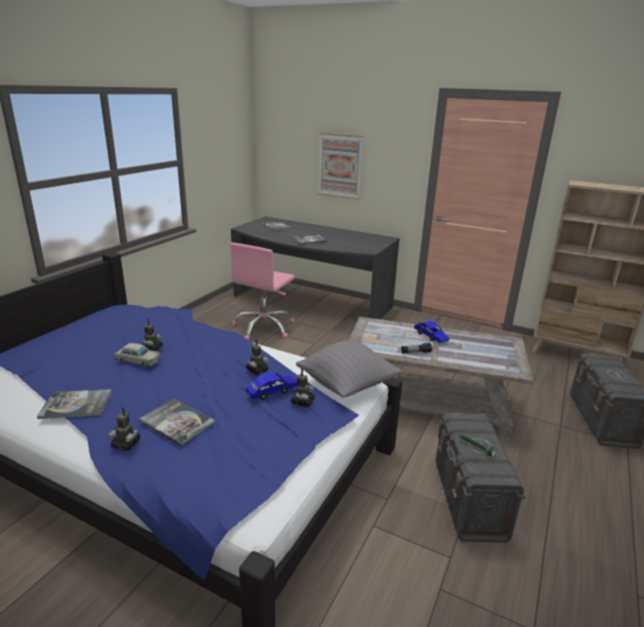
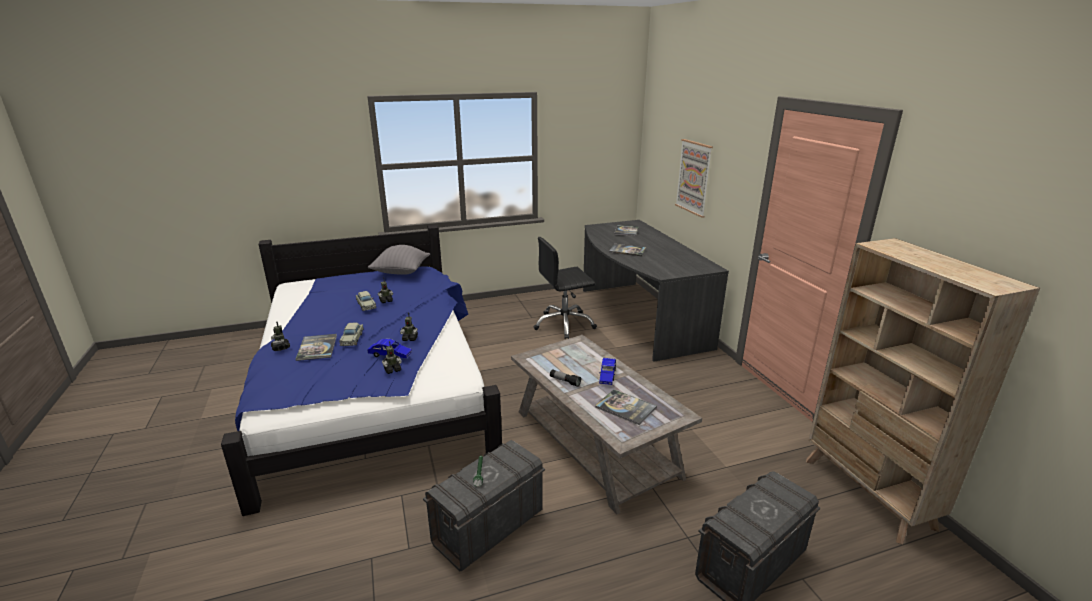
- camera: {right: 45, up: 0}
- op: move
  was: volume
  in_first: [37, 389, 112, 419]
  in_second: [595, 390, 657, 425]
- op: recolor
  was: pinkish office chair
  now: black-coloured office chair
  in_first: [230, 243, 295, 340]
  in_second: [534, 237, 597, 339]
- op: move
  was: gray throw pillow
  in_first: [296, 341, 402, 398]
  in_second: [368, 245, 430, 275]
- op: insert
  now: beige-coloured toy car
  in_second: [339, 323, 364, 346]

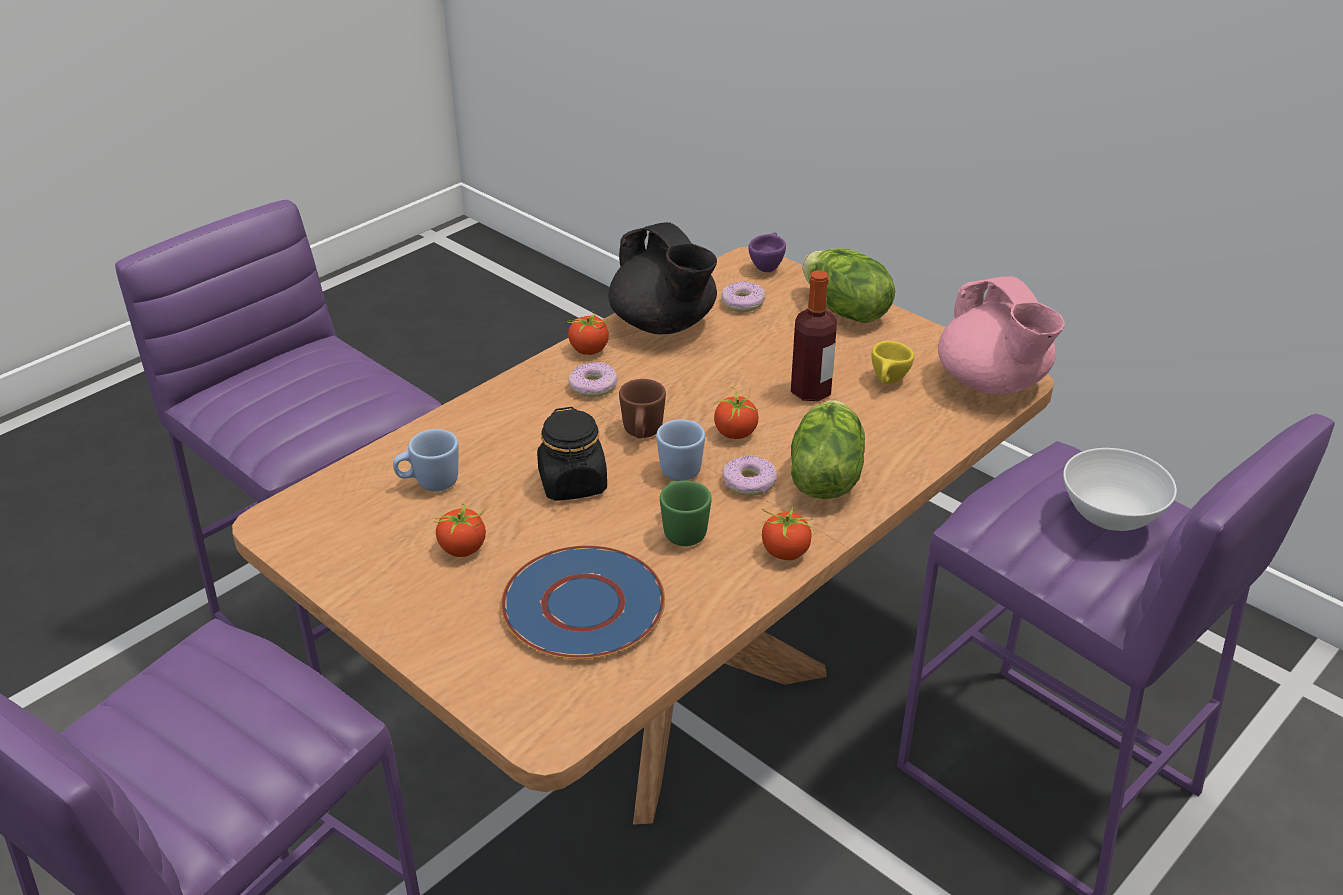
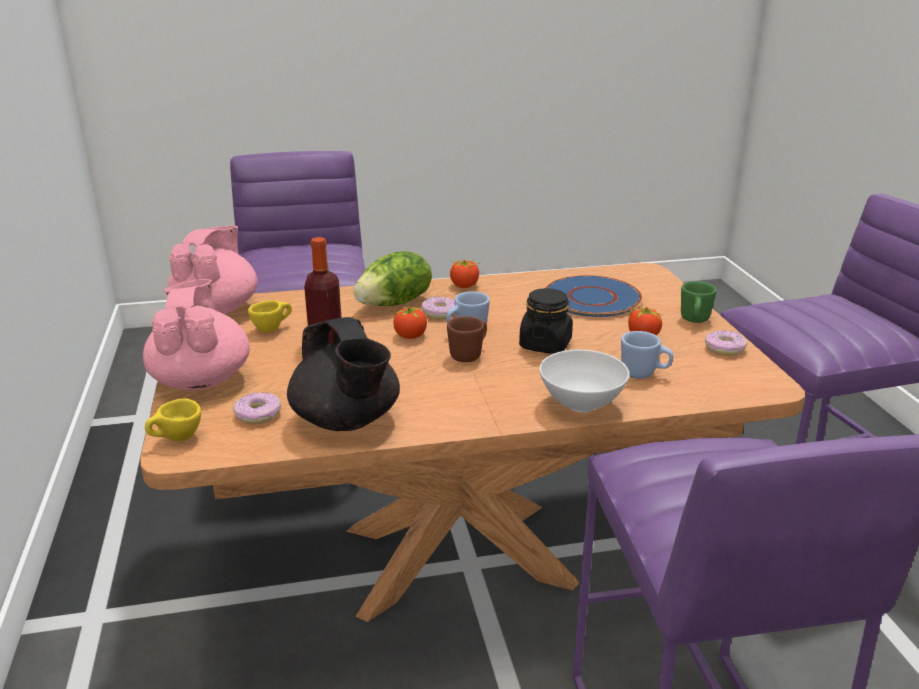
- camera: {right: -145, up: -10}
- op: delete
  was: whole tomato
  in_first: [568, 312, 610, 355]
- op: move
  was: donut
  in_first: [569, 362, 618, 397]
  in_second: [705, 330, 747, 356]
- op: rotate
  was: black-coloured pot for tea
  in_first: [608, 222, 717, 334]
  in_second: [287, 317, 400, 431]
  clockwise: 150
- op: move
  was: green-coloured mug
  in_first: [660, 481, 712, 546]
  in_second: [681, 281, 717, 323]
- op: recolor
  was: purplish small cup
  now: yellowish small cup
  in_first: [748, 232, 786, 272]
  in_second: [145, 398, 201, 441]
- op: replace
  was: lettuce
  now: pinkish pot for tea
  in_first: [802, 248, 895, 323]
  in_second: [143, 279, 250, 390]
- op: move
  was: white serving bowl
  in_first: [1063, 448, 1177, 531]
  in_second: [539, 350, 629, 413]

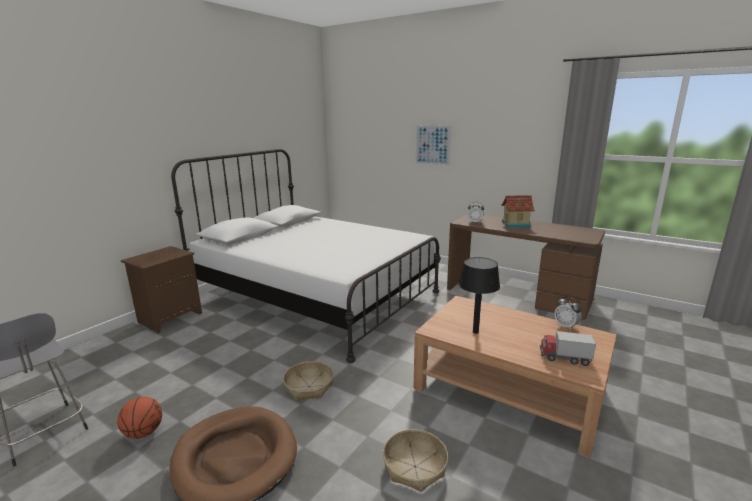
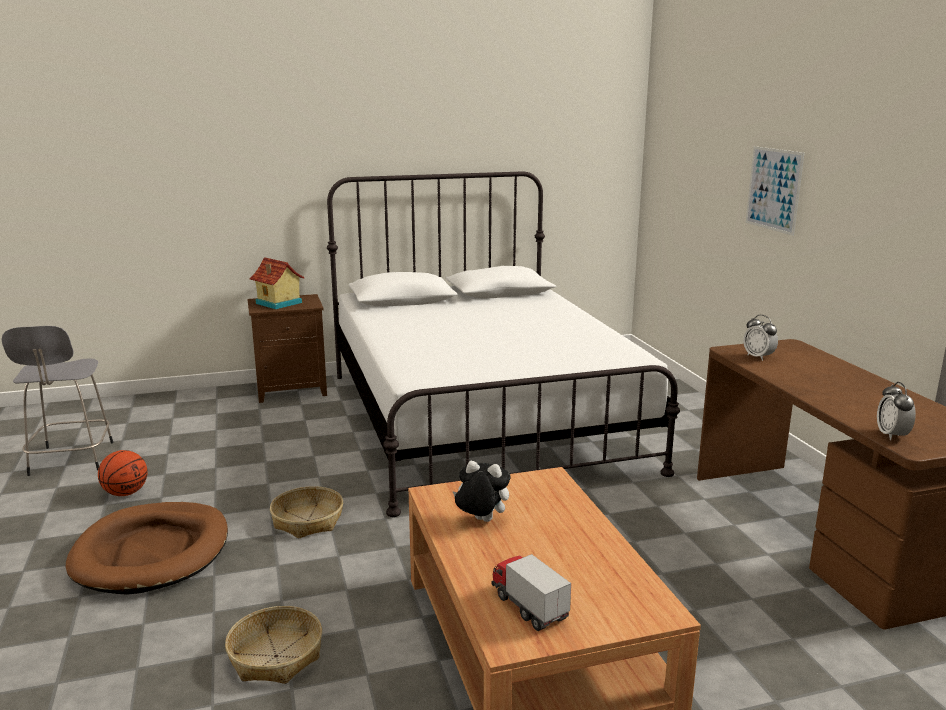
- camera: {right: 40, up: 0}
- op: replace
  was: black-coloured tabletop lamp
  now: plush toy
  in_first: [459, 257, 500, 334]
  in_second: [452, 461, 511, 522]
- op: move
  was: miniature house
  in_first: [501, 195, 535, 228]
  in_second: [249, 257, 305, 309]
- op: move
  was: bedside clock
  in_first: [554, 296, 582, 330]
  in_second: [877, 382, 916, 440]

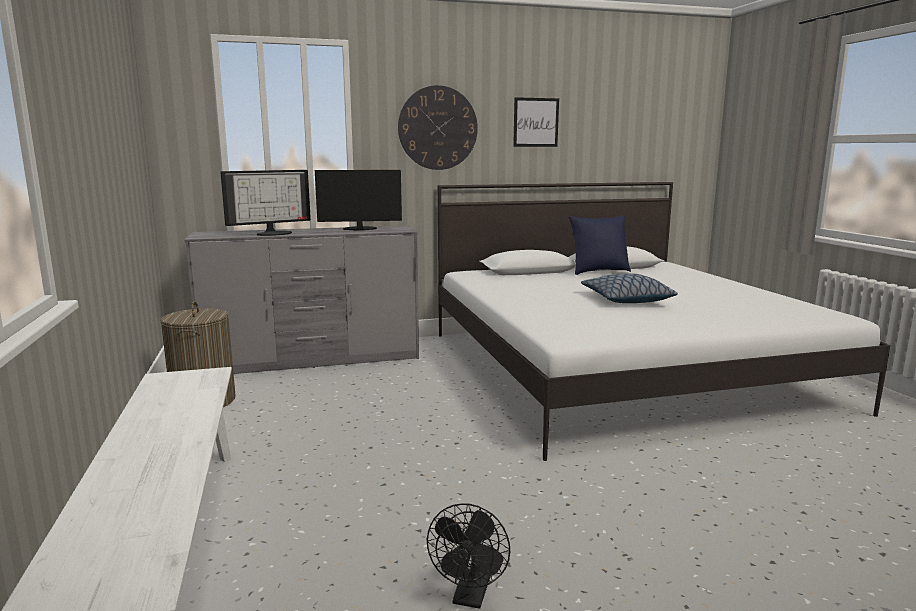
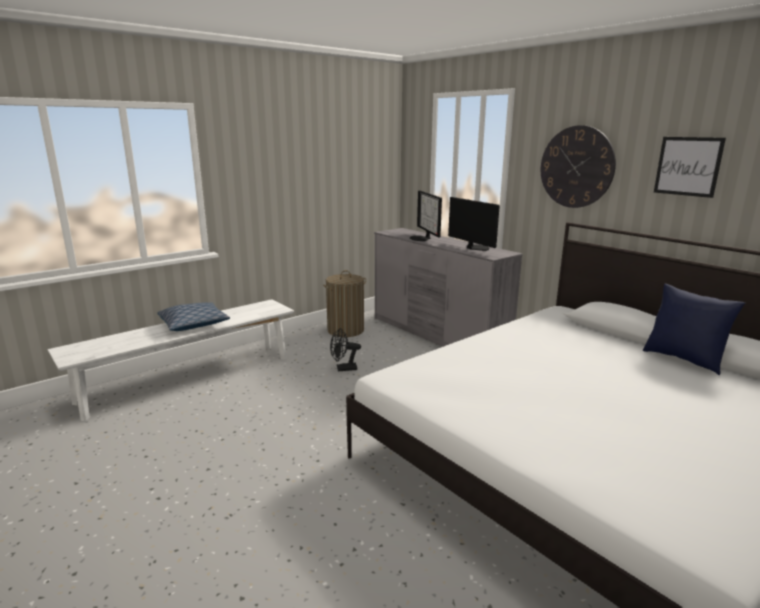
- camera: {right: 65, up: 5}
- op: rotate
  was: computer screen
  in_first: [220, 170, 311, 236]
  in_second: [410, 190, 442, 241]
  clockwise: 45
- op: move
  was: black-coloured fan
  in_first: [427, 504, 510, 609]
  in_second: [330, 328, 361, 371]
- op: move
  was: throw pillow
  in_first: [581, 273, 678, 303]
  in_second: [157, 302, 230, 331]

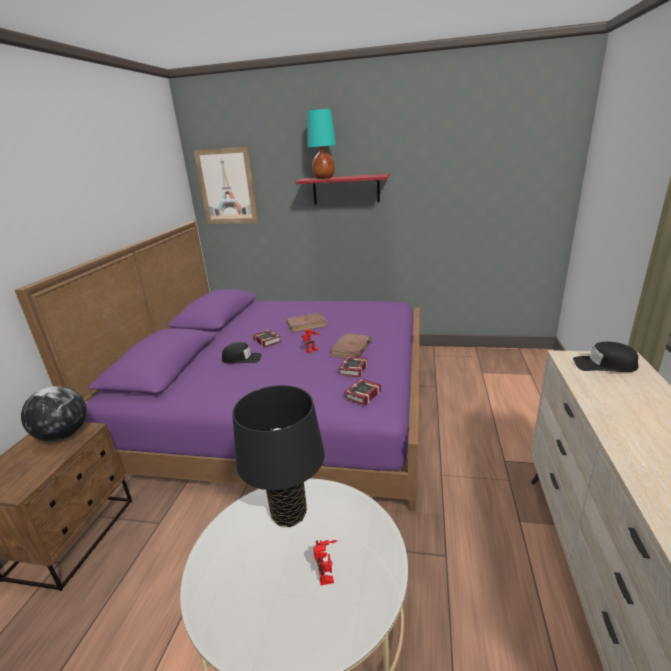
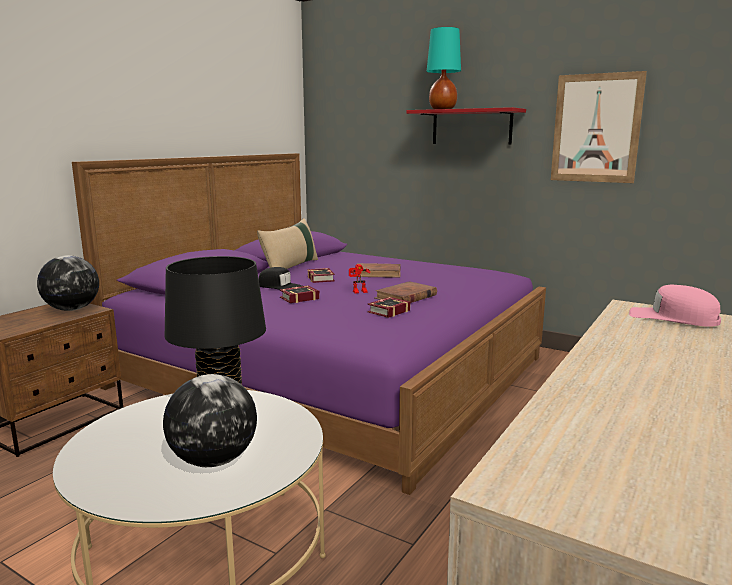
- camera: {right: 20, up: -10}
- op: move
  was: wall picture
  in_first: [194, 147, 258, 224]
  in_second: [551, 71, 647, 183]
- op: replace
  was: robot figure
  now: globe
  in_first: [313, 540, 337, 585]
  in_second: [163, 374, 257, 467]
- op: move
  was: volume
  in_first: [344, 378, 381, 406]
  in_second: [280, 285, 320, 303]
- op: recolor
  was: black-coloured baseball cap
  now: pinkish baseball cap
  in_first: [573, 342, 639, 372]
  in_second: [629, 285, 721, 327]
- op: insert
  now: beige-coloured throw pillow
  in_second: [257, 218, 318, 269]

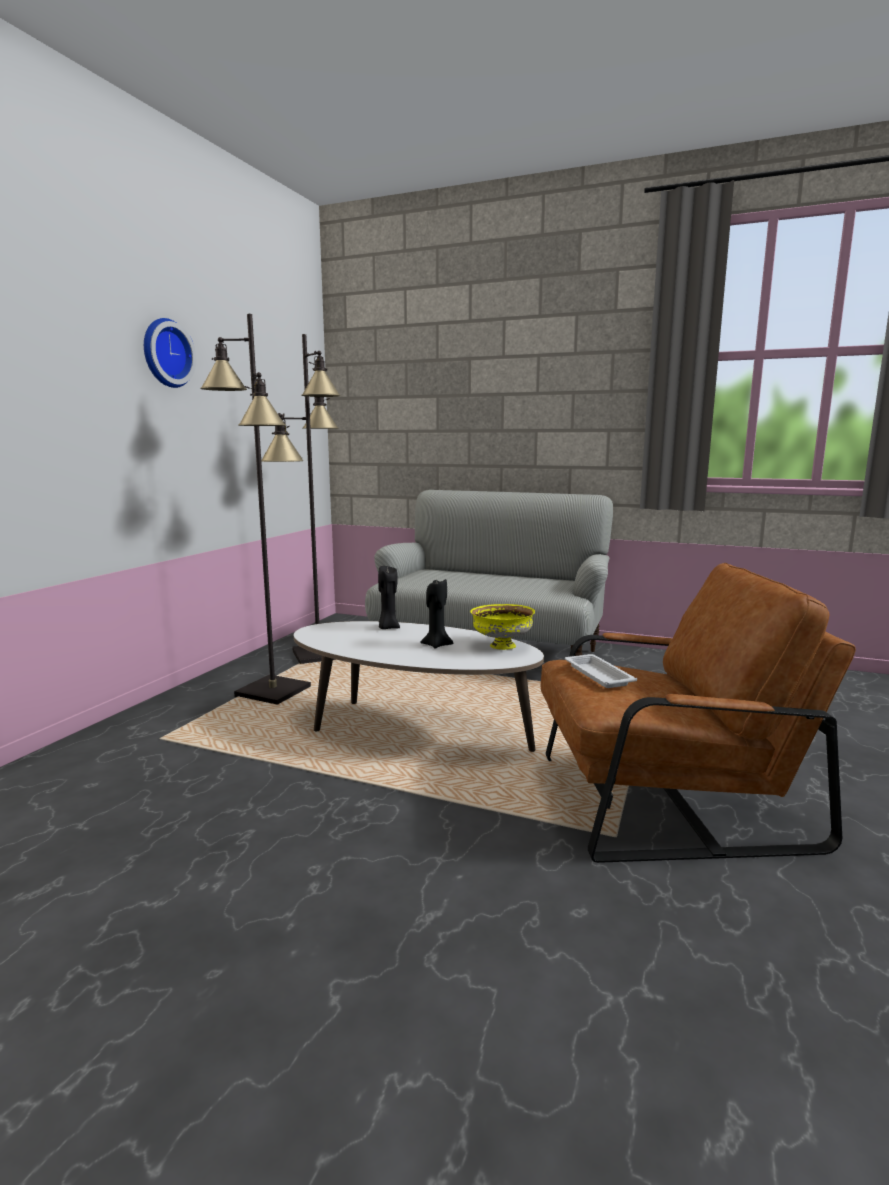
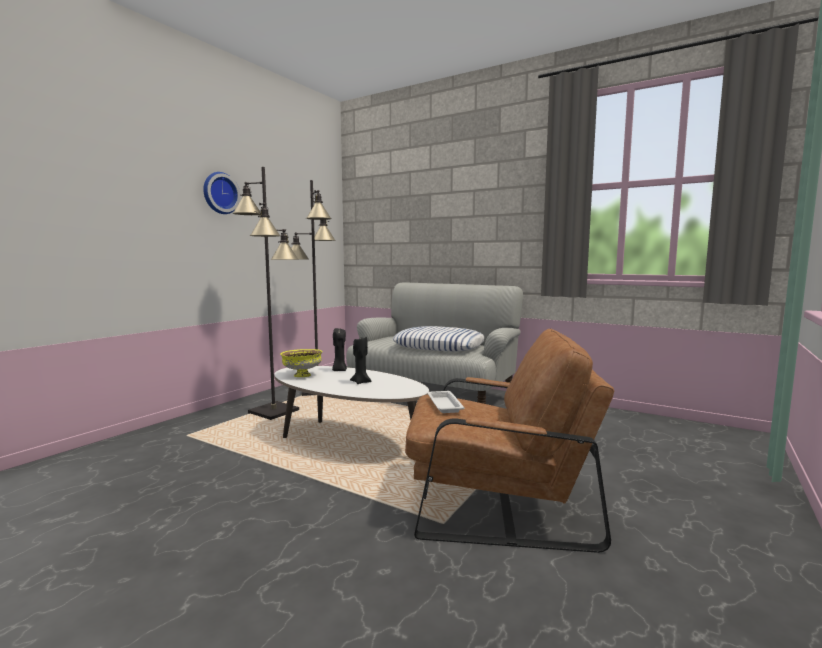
- camera: {right: 10, up: -5}
- op: move
  was: yellowish serving bowl
  in_first: [470, 604, 535, 650]
  in_second: [280, 349, 323, 377]
- op: insert
  now: throw pillow
  in_second: [393, 326, 484, 352]

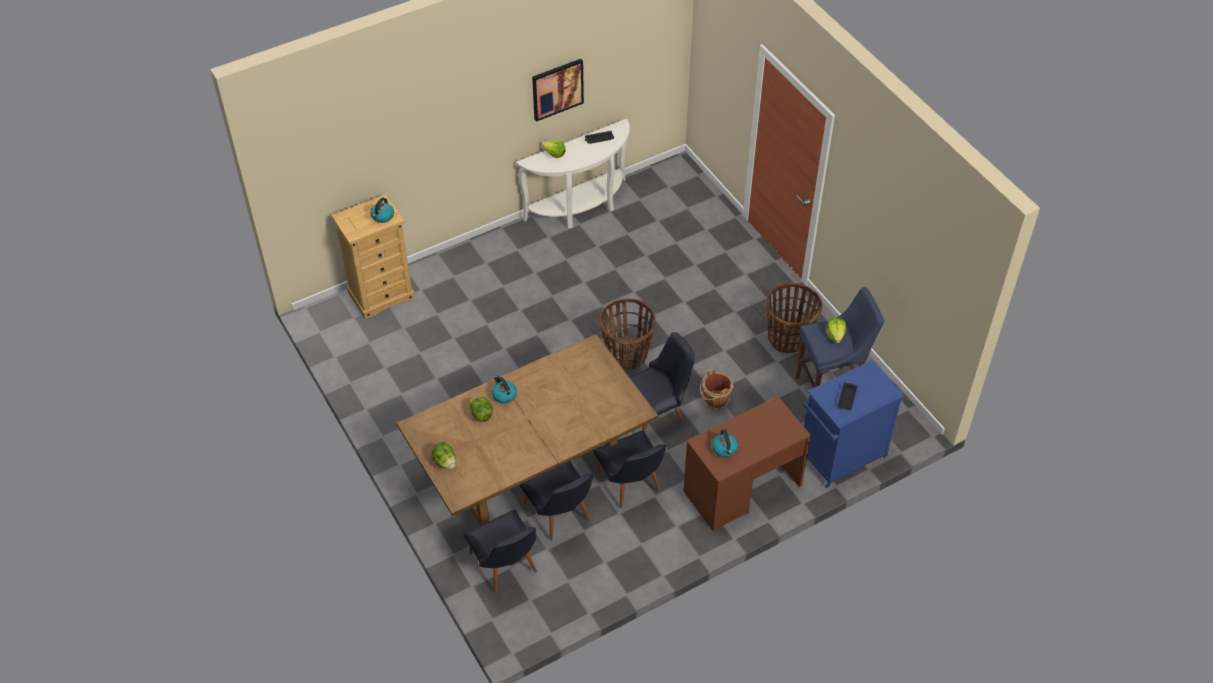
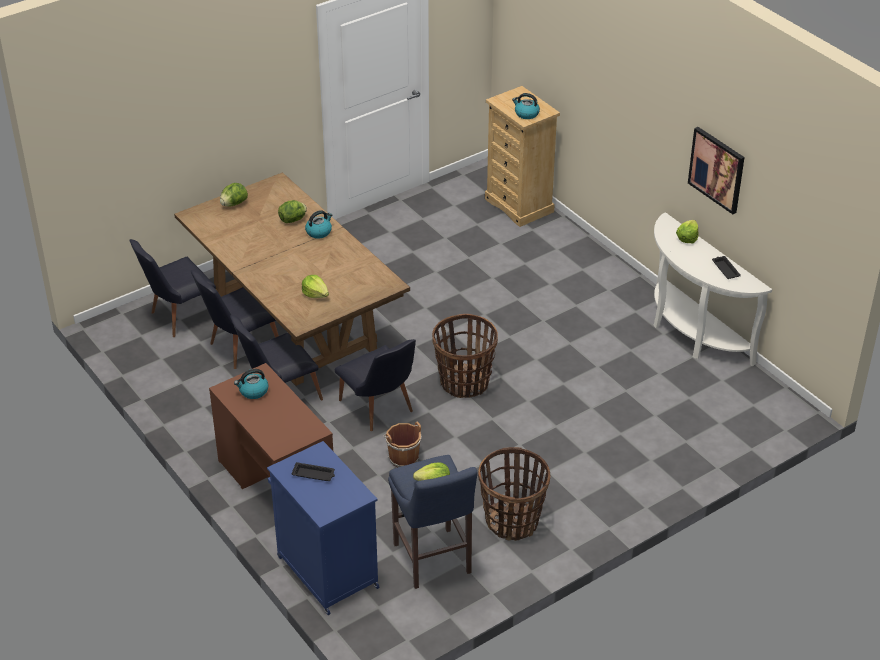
- camera: {right: 85, up: -10}
- op: insert
  now: lettuce
  in_second: [302, 275, 329, 298]

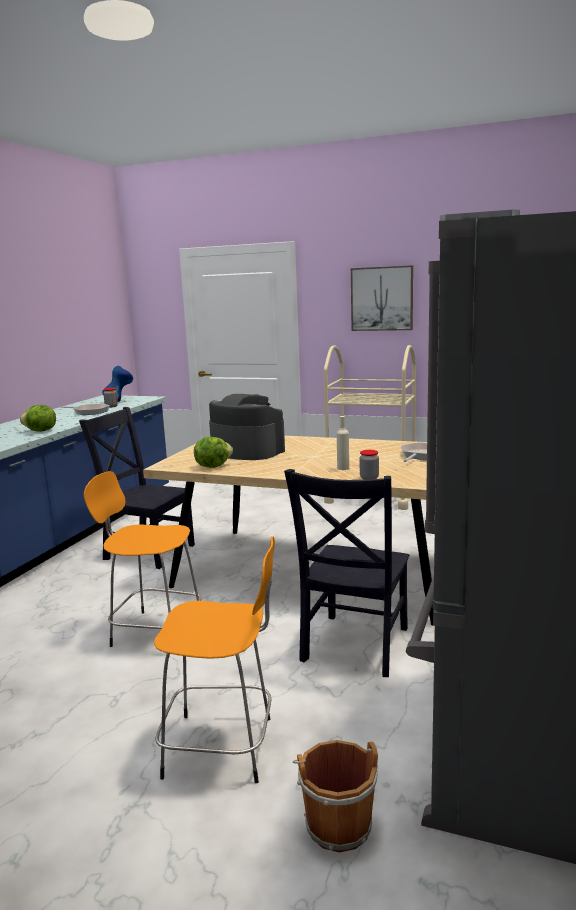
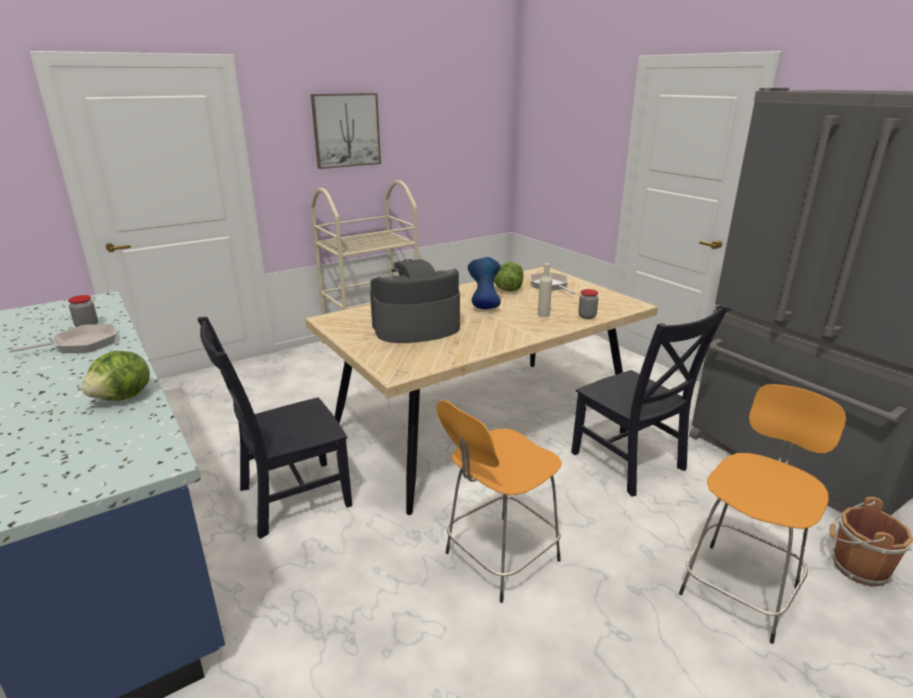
- camera: {right: -55, up: 10}
- op: move
  was: bluish vase
  in_first: [102, 366, 133, 402]
  in_second: [468, 257, 501, 309]
- op: move
  was: lettuce
  in_first: [194, 437, 233, 468]
  in_second: [494, 262, 523, 292]

